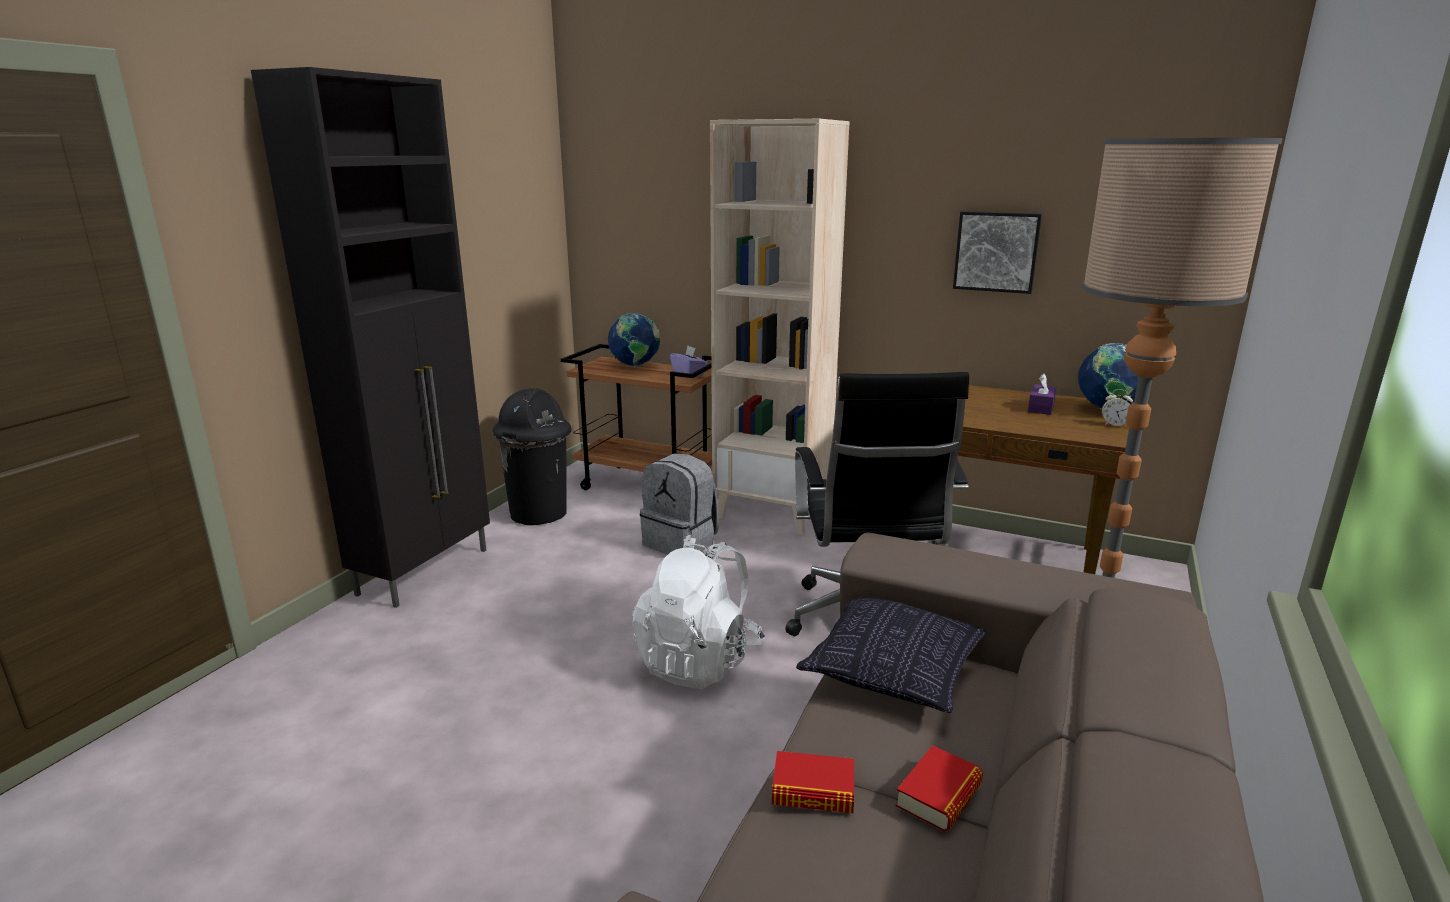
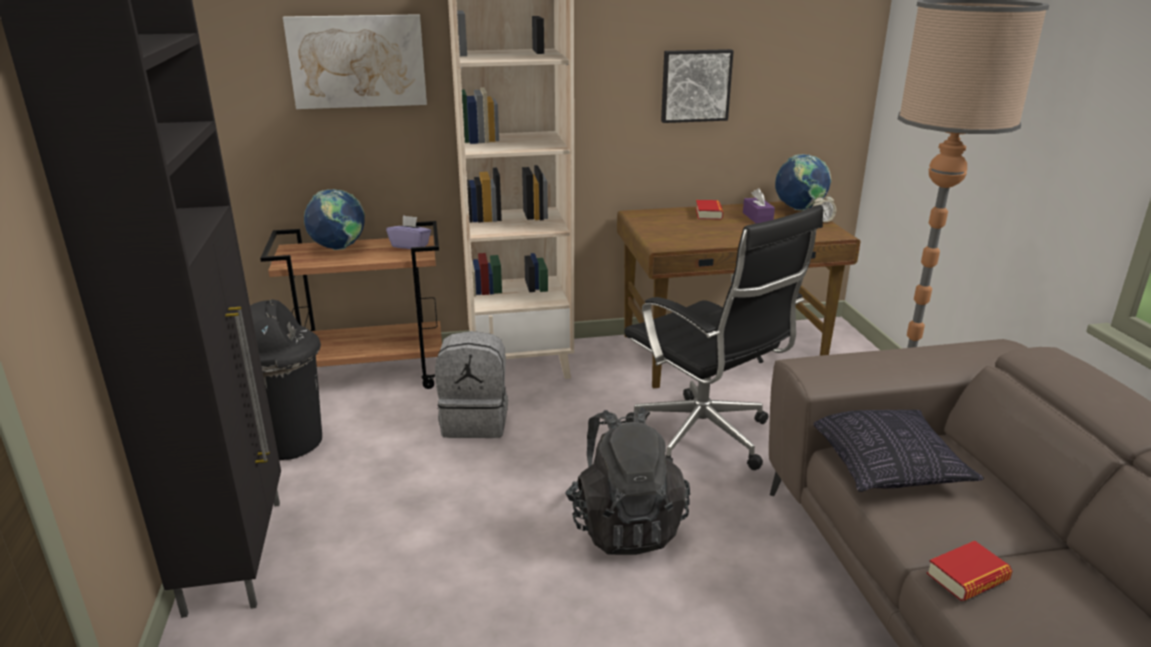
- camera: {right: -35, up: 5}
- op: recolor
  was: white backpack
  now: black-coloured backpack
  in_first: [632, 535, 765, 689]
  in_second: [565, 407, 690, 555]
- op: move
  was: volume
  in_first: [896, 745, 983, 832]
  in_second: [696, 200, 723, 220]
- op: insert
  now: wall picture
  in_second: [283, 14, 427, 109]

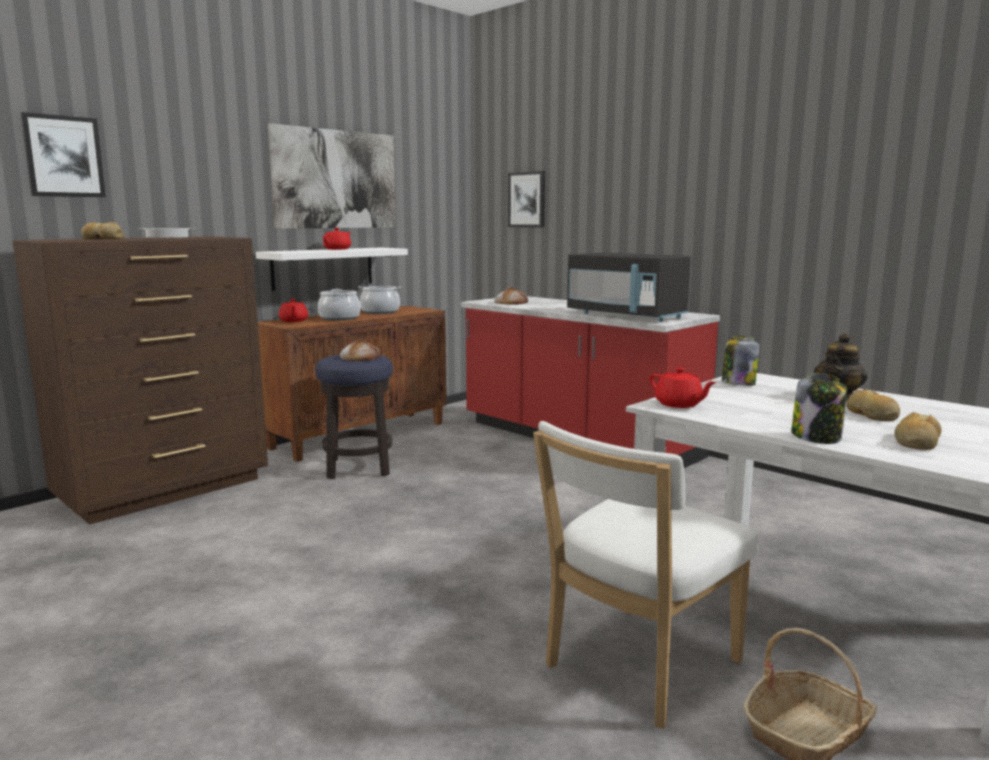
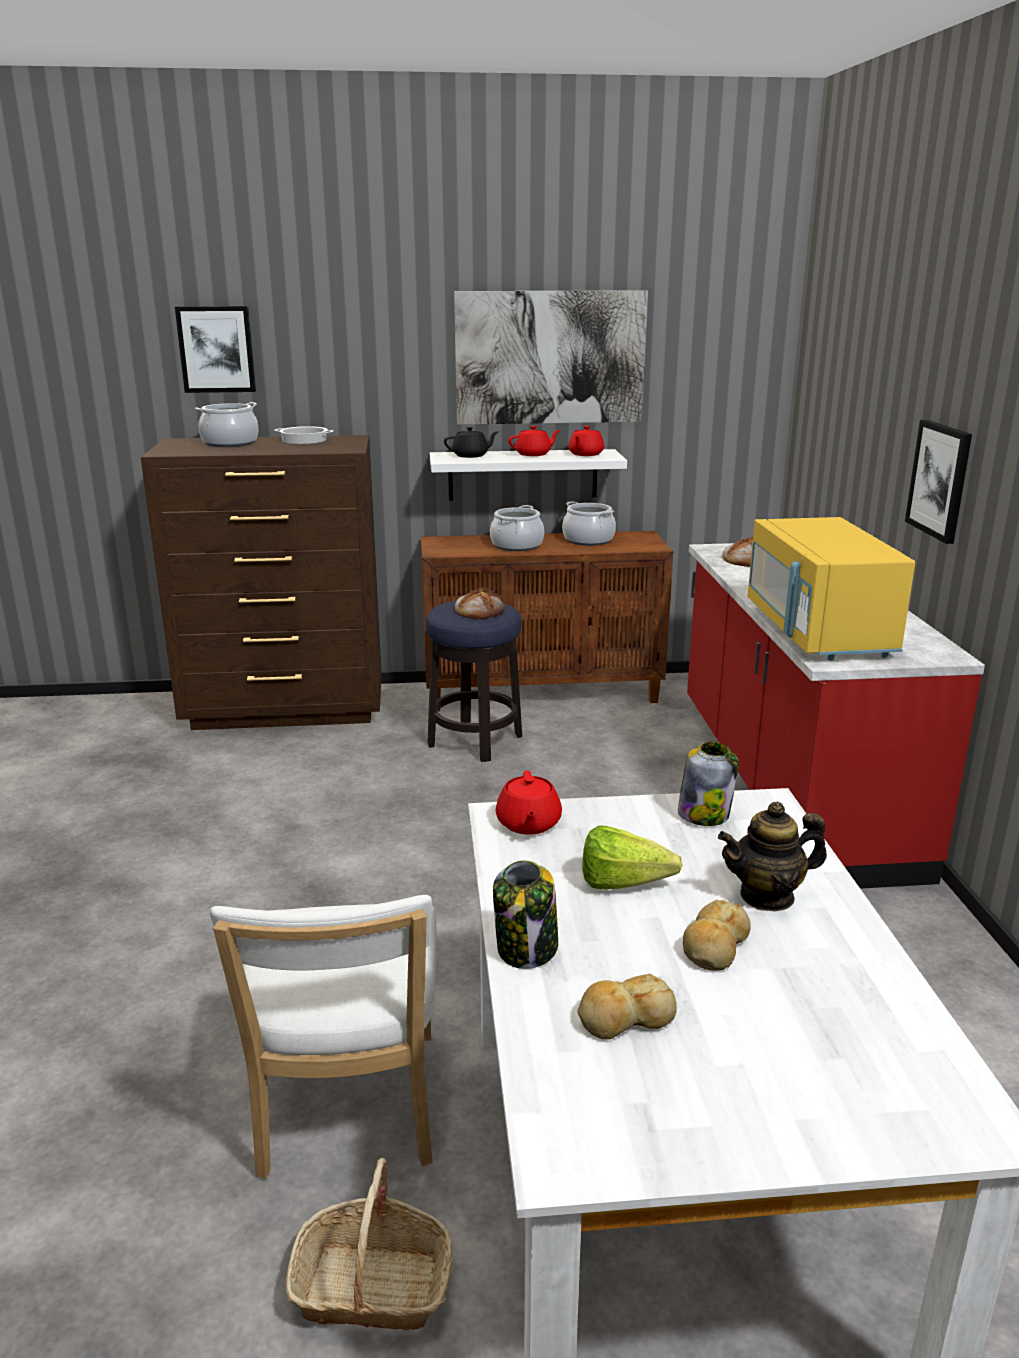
- camera: {right: 40, up: 10}
- op: replace
  was: bakery bread
  now: stockpot
  in_first: [81, 222, 125, 239]
  in_second: [195, 402, 258, 447]
- op: move
  was: reddish pot for tea
  in_first: [279, 299, 308, 322]
  in_second: [568, 426, 604, 456]
- op: move
  was: wall picture
  in_first: [508, 171, 545, 228]
  in_second: [905, 420, 972, 544]
- op: rotate
  was: white chair
  in_first: [533, 421, 758, 729]
  in_second: [210, 895, 436, 1179]
  clockwise: -90
- op: recolor
  was: black-coloured kitchen microwave
  now: yellowish kitchen microwave
  in_first: [567, 253, 691, 322]
  in_second: [748, 517, 915, 661]
- op: insert
  now: black-coloured pot for tea
  in_second: [444, 427, 499, 458]
- op: insert
  now: lettuce
  in_second: [582, 825, 682, 889]

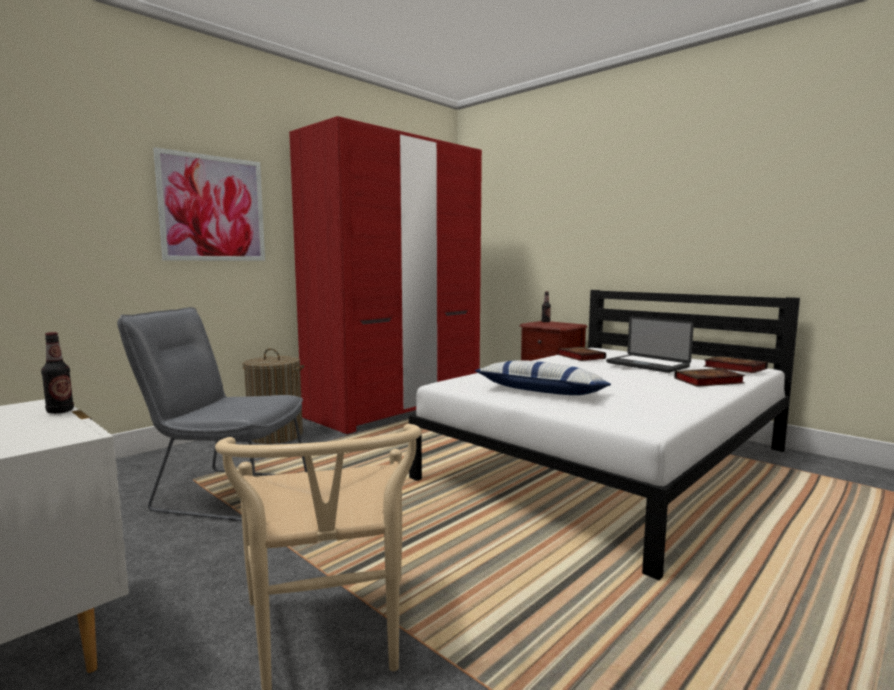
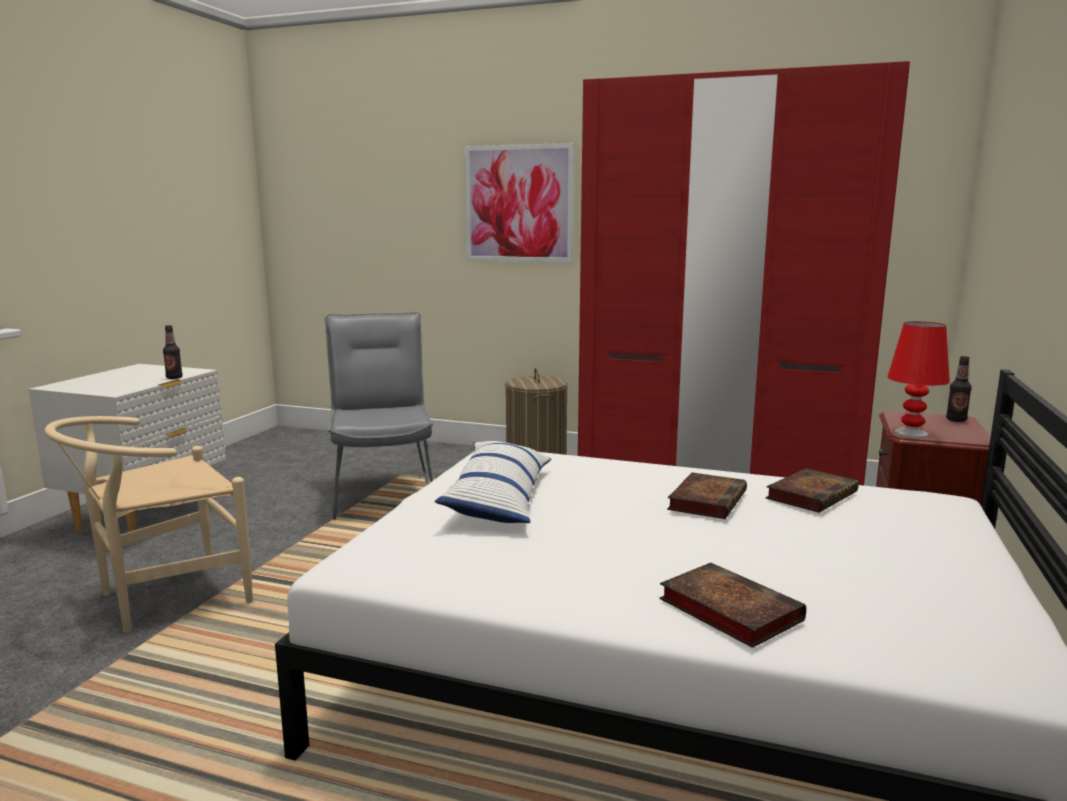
- camera: {right: 65, up: 5}
- op: delete
  was: notebook computer
  in_first: [606, 316, 694, 373]
- op: move
  was: volume
  in_first: [703, 356, 768, 373]
  in_second: [667, 473, 747, 519]
- op: insert
  now: reddish tabletop lamp
  in_second: [888, 322, 950, 438]

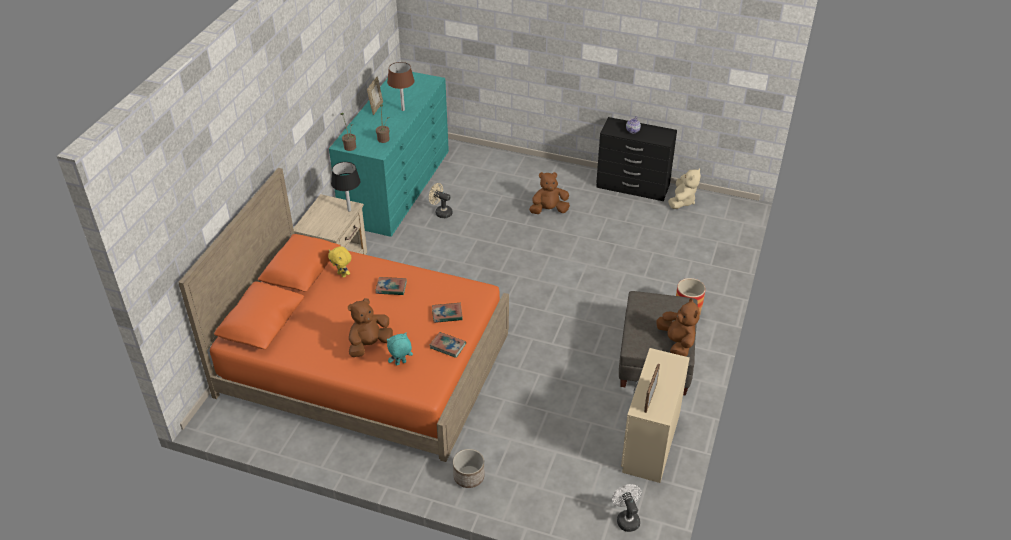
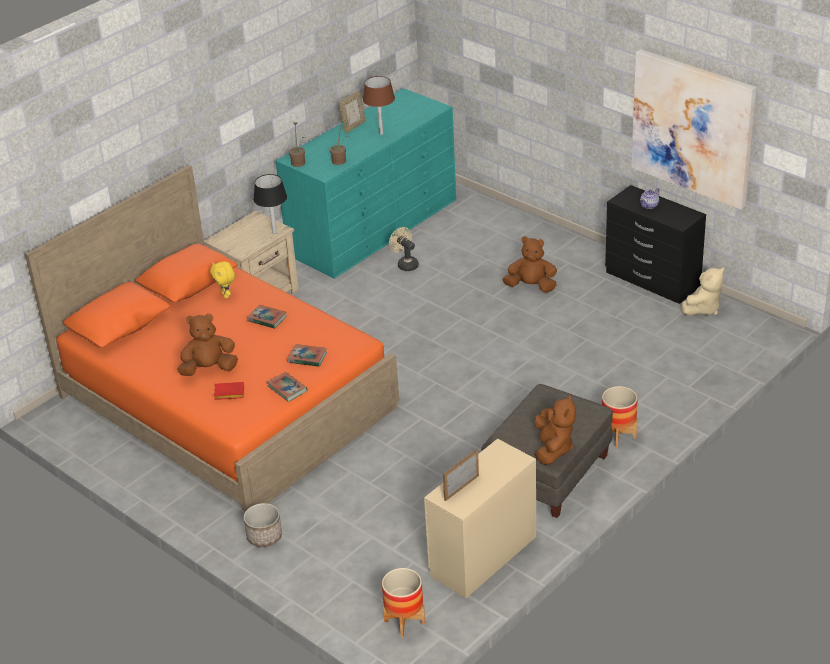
- camera: {right: 25, up: -5}
- op: replace
  was: turquoise-coloured plush toy
  now: reddish volume
  in_first: [387, 333, 413, 365]
  in_second: [214, 382, 244, 400]
- op: replace
  was: white fan
  now: planter
  in_first: [612, 484, 641, 532]
  in_second: [382, 568, 425, 638]
- op: insert
  now: wall picture
  in_second: [631, 49, 757, 209]

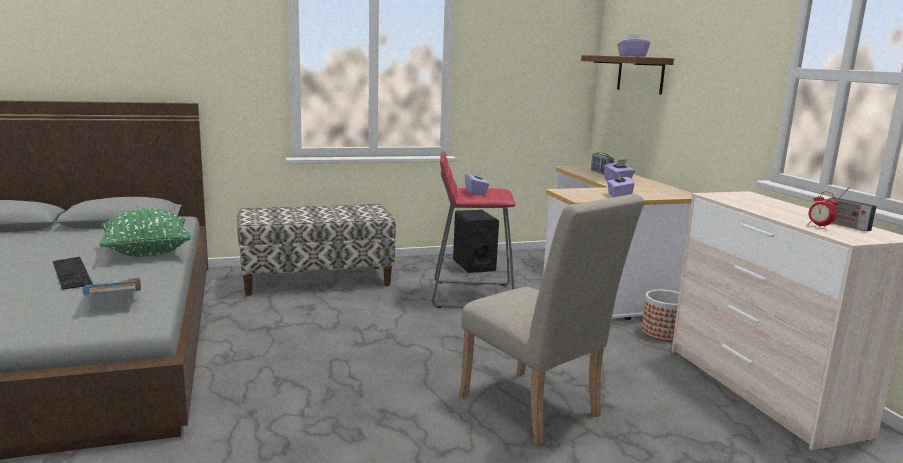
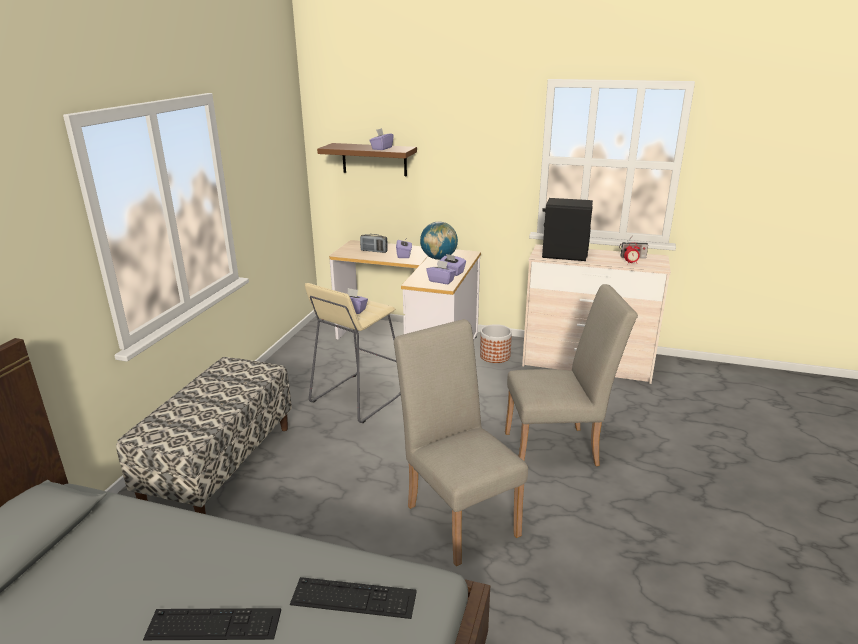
- camera: {right: -55, up: 10}
- op: replace
  was: bluish volume
  now: computer keyboard
  in_first: [82, 278, 141, 295]
  in_second: [290, 577, 417, 619]
- op: delete
  was: green-coloured throw pillow
  in_first: [99, 208, 192, 257]
- op: recolor
  was: reddish sitting stool
  now: beige-coloured sitting stool
  in_first: [432, 151, 516, 308]
  in_second: [305, 283, 401, 423]
- op: move
  was: black-coloured speaker
  in_first: [453, 210, 499, 273]
  in_second: [542, 198, 593, 261]
- op: insert
  now: beige-coloured chair
  in_second: [394, 319, 528, 566]
- op: insert
  now: globe
  in_second: [420, 222, 458, 260]
- op: insert
  now: purplish tissue box
  in_second: [426, 260, 456, 284]

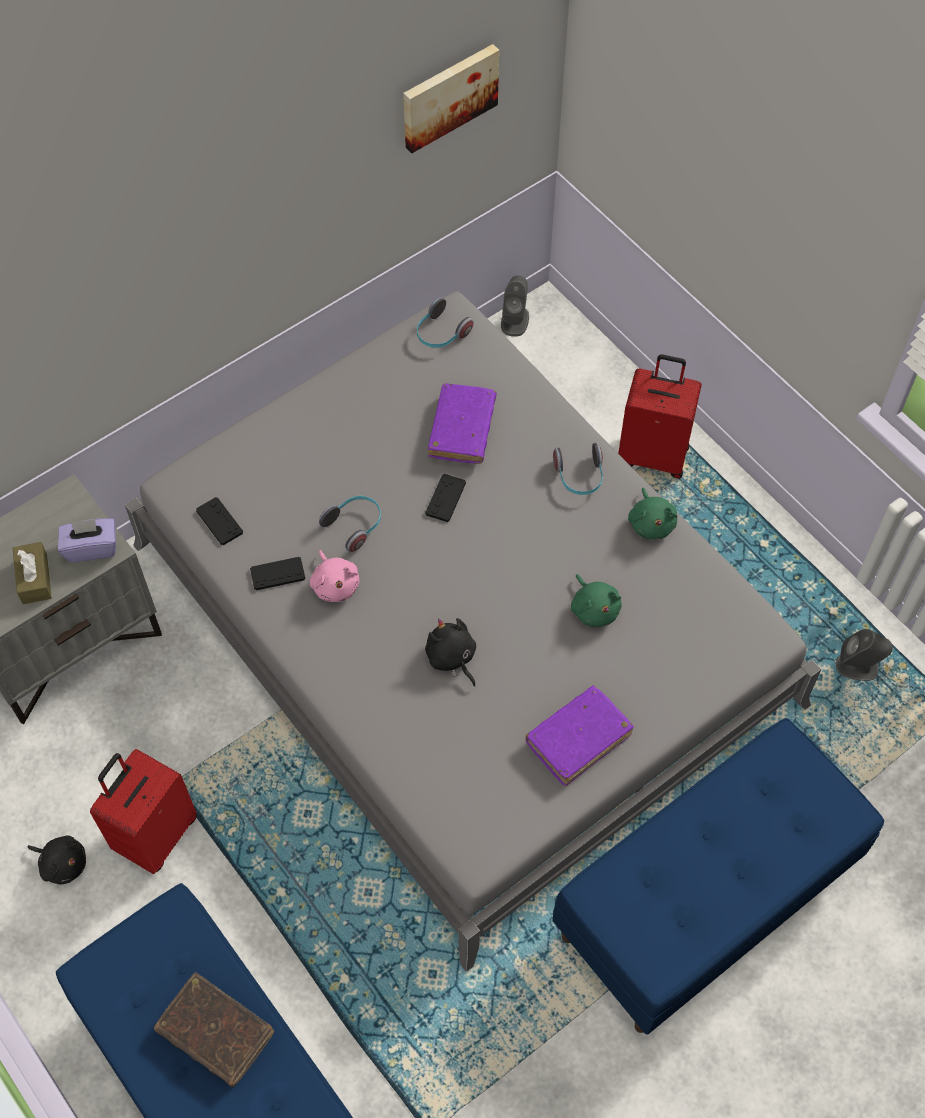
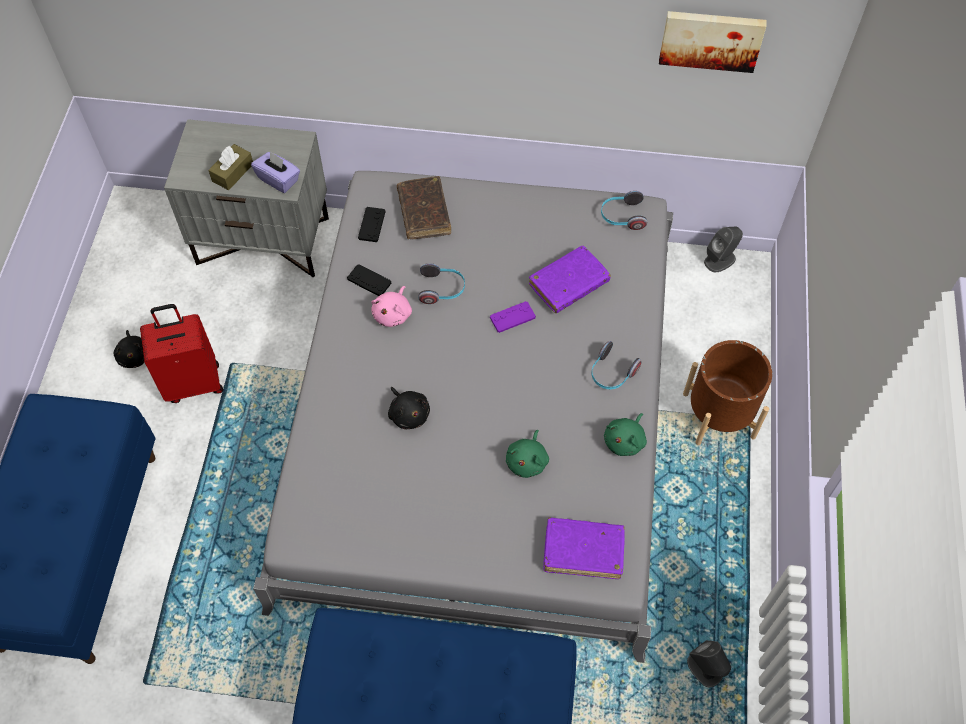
- camera: {right: 45, up: 0}
- op: move
  was: brown volume
  in_first: [154, 972, 274, 1087]
  in_second: [397, 176, 451, 239]
- op: rotate
  was: black-coloured plush toy
  in_first: [425, 618, 476, 686]
  in_second: [388, 387, 430, 430]
  clockwise: 135
- op: recolor
  was: black-coloured game controller
  now: purplish game controller
  in_first: [426, 474, 466, 522]
  in_second: [490, 301, 536, 333]
- op: move
  was: purplish volume
  in_first: [526, 685, 634, 786]
  in_second: [543, 517, 625, 579]
- op: replace
  was: reddish travel case
  now: brown planter
  in_first: [618, 354, 702, 479]
  in_second: [683, 340, 772, 445]

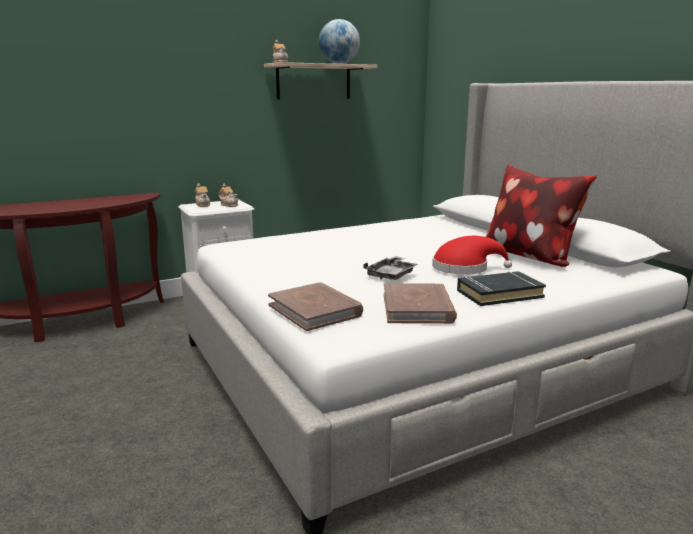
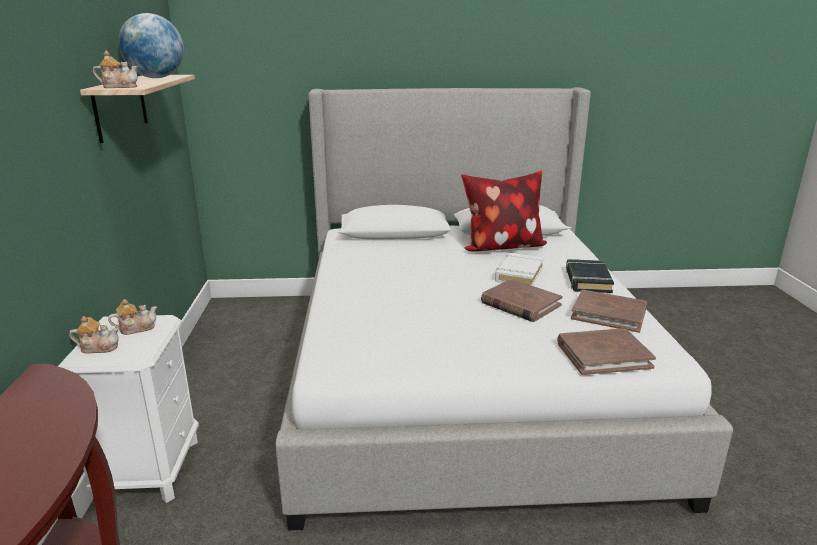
- camera: {right: -65, up: 5}
- op: replace
  was: gray carrying tray
  now: brown volume
  in_first: [363, 256, 418, 280]
  in_second: [481, 279, 563, 322]
- op: replace
  was: reddish clothing hat
  now: white volume
  in_first: [432, 236, 512, 275]
  in_second: [495, 253, 544, 286]

